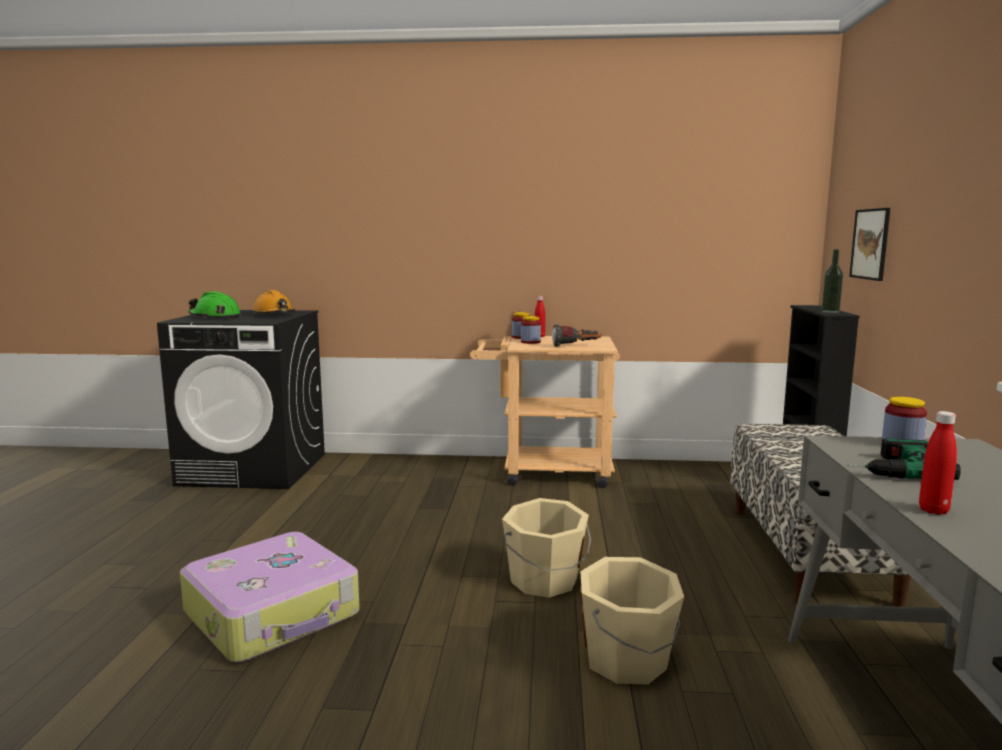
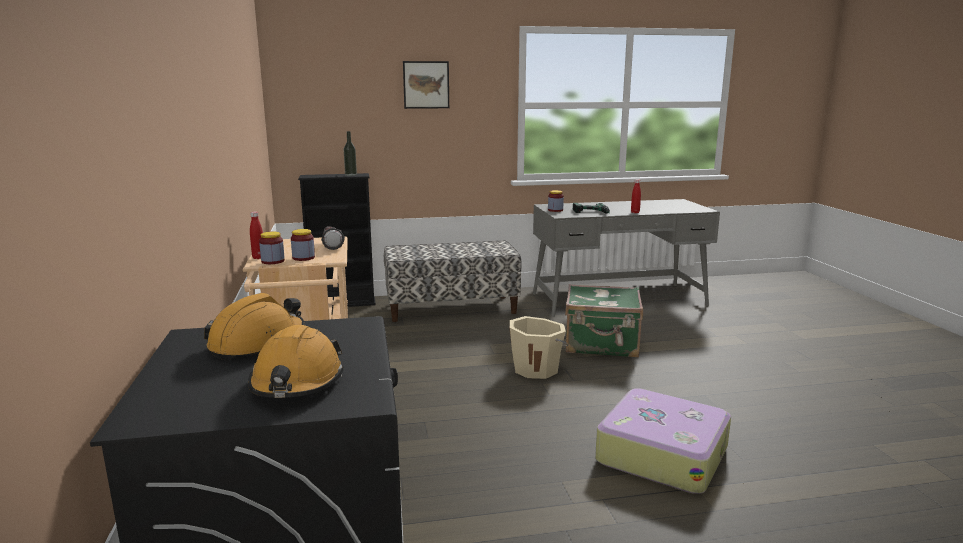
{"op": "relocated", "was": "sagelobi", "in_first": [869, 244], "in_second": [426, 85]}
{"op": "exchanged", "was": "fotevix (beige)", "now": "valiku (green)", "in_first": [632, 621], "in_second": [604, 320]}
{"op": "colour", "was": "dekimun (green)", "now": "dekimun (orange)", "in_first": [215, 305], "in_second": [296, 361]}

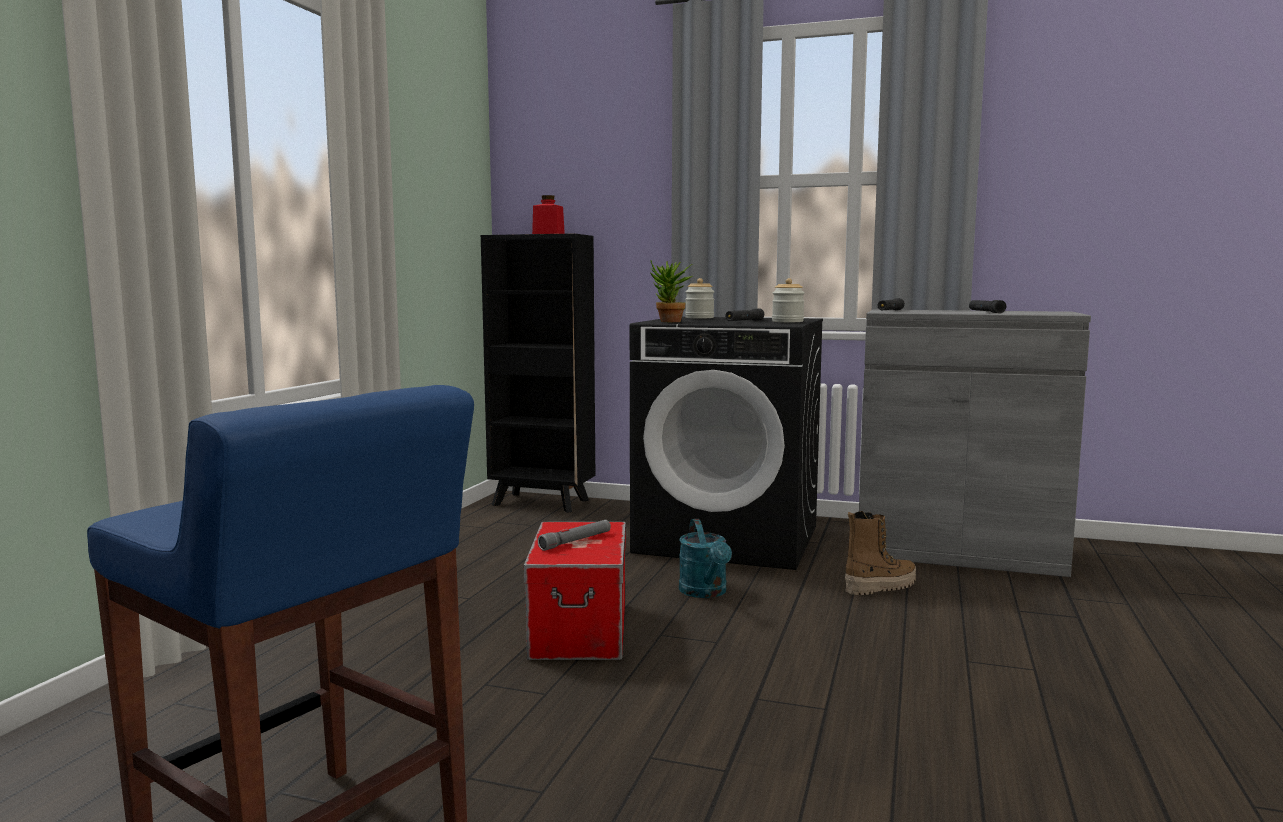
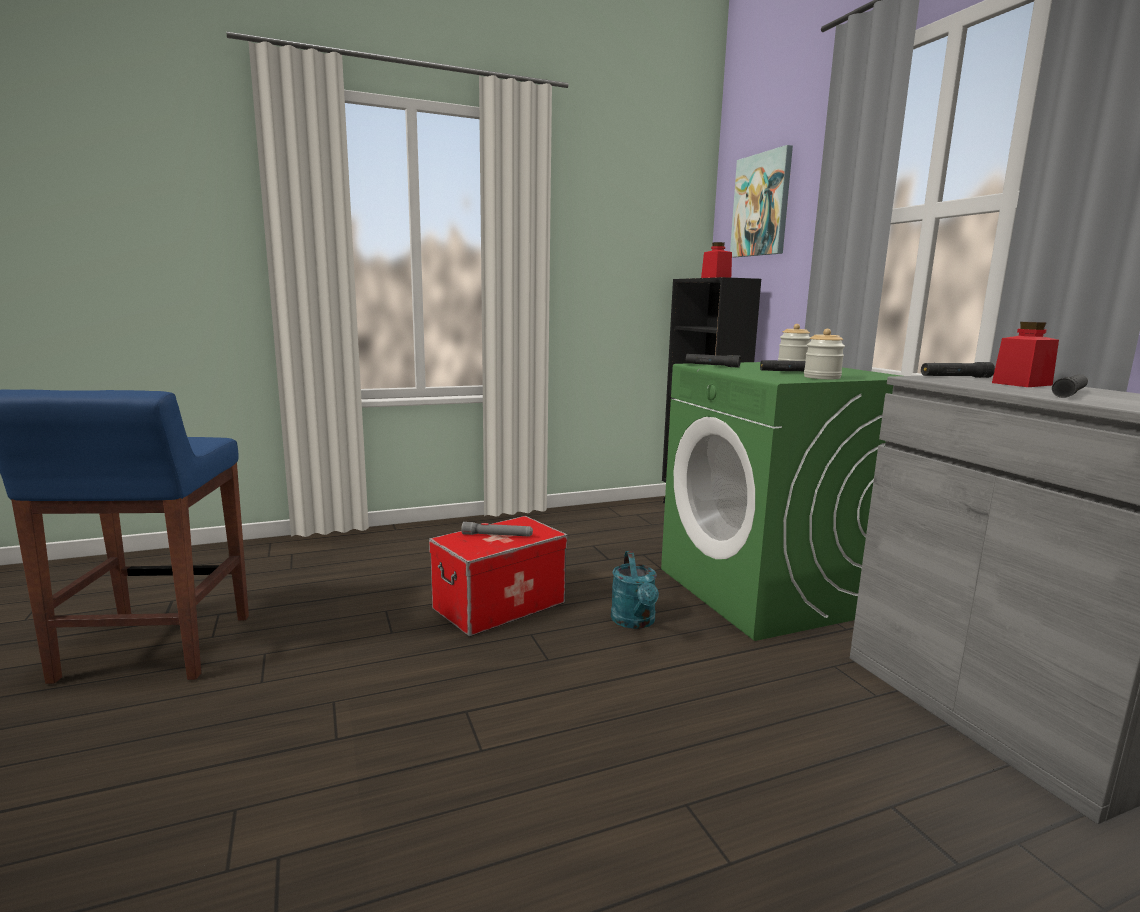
{"op": "missing", "was": "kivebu", "in_first": [880, 553]}
{"op": "appeared", "now": "sagelobi", "in_second": [761, 201]}
{"op": "appeared", "now": "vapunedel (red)", "in_second": [1025, 354]}
{"op": "exchanged", "was": "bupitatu", "now": "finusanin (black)", "in_first": [671, 291], "in_second": [713, 361]}
{"op": "colour", "was": "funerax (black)", "now": "funerax (green)", "in_first": [726, 443], "in_second": [781, 501]}
{"op": "spun", "was": "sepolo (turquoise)", "in_first": [705, 558], "in_second": [635, 590], "clockwise": -45}

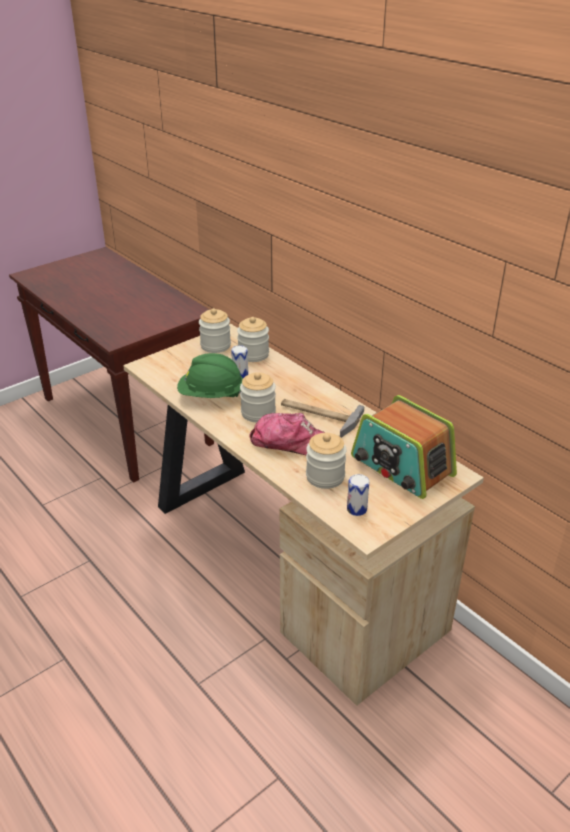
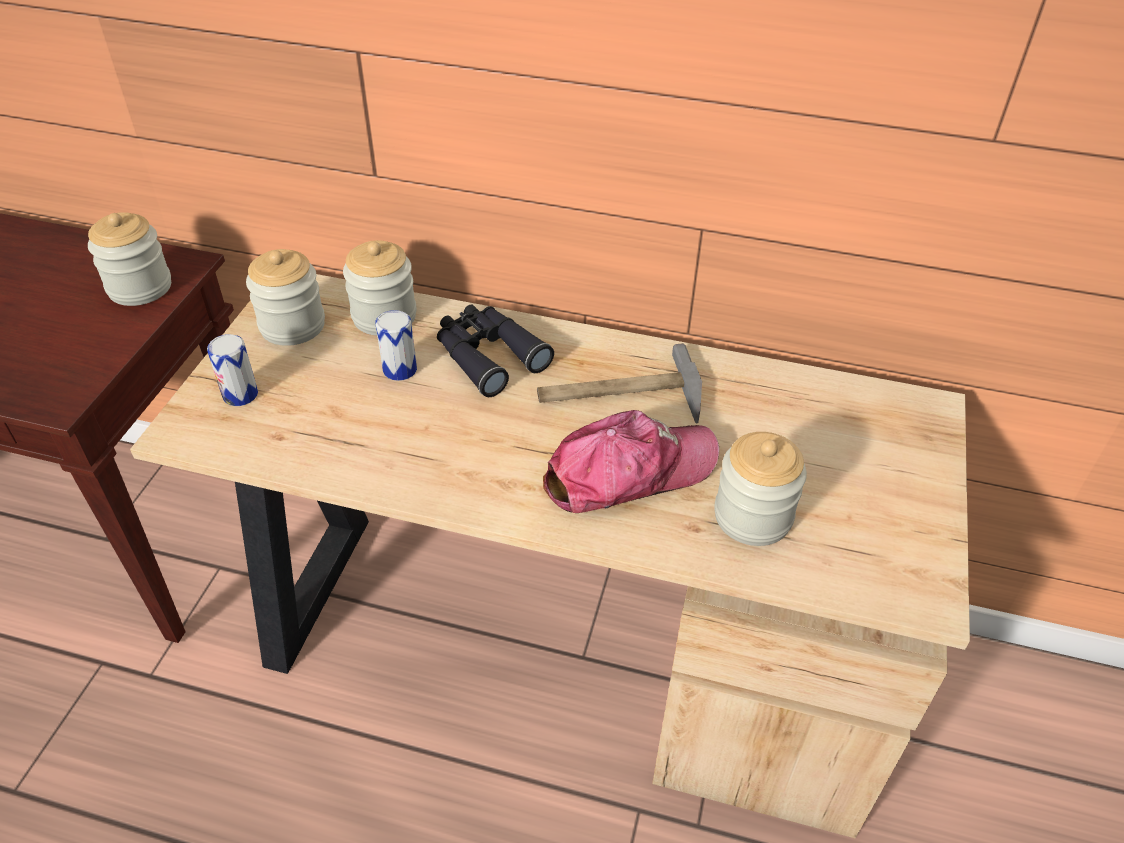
{"op": "missing", "was": "dekimun (green)", "in_first": [210, 375]}
{"op": "missing", "was": "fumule", "in_first": [404, 447]}
{"op": "appeared", "now": "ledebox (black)", "in_second": [495, 351]}
{"op": "relocated", "was": "vapunedel", "in_first": [258, 397], "in_second": [129, 259]}
{"op": "relocated", "was": "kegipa", "in_first": [358, 495], "in_second": [232, 370]}

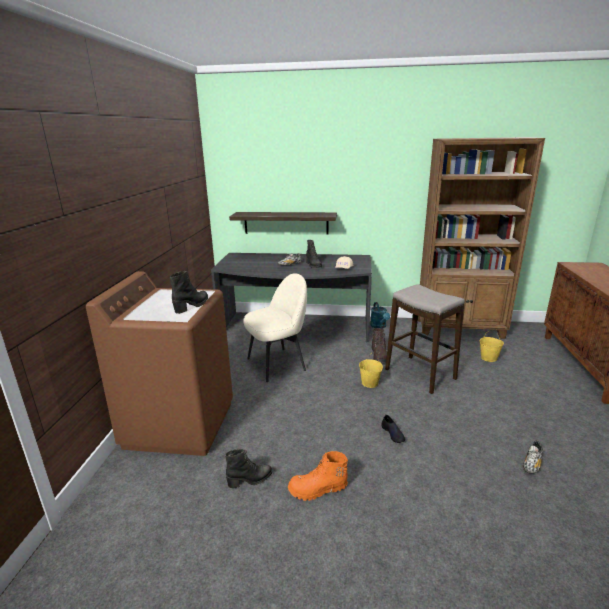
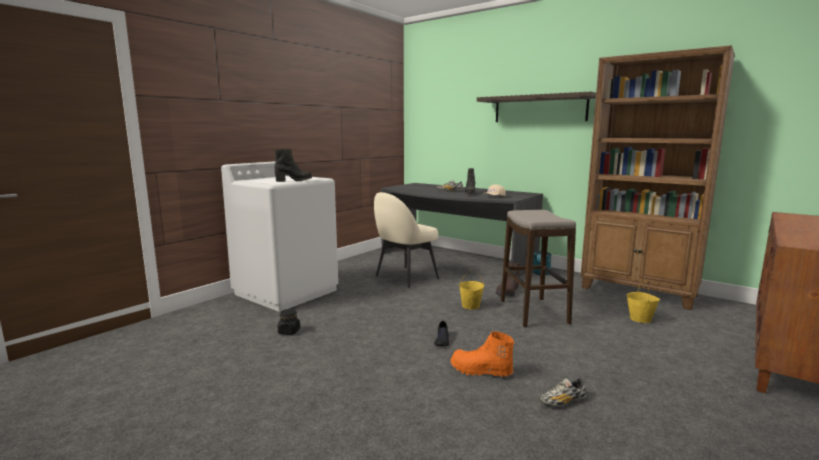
{"op": "relocated", "was": "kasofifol", "in_first": [283, 223], "in_second": [536, 107]}
{"op": "relocated", "was": "kivebu (orange)", "in_first": [318, 476], "in_second": [482, 354]}
{"op": "exchanged", "was": "kivebu (black)", "now": "vapunedel (black)", "in_first": [248, 468], "in_second": [289, 321]}
{"op": "colour", "was": "funerax (brown)", "now": "funerax (white)", "in_first": [159, 363], "in_second": [279, 236]}
{"op": "spun", "was": "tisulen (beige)", "in_first": [275, 327], "in_second": [406, 240], "clockwise": 135}

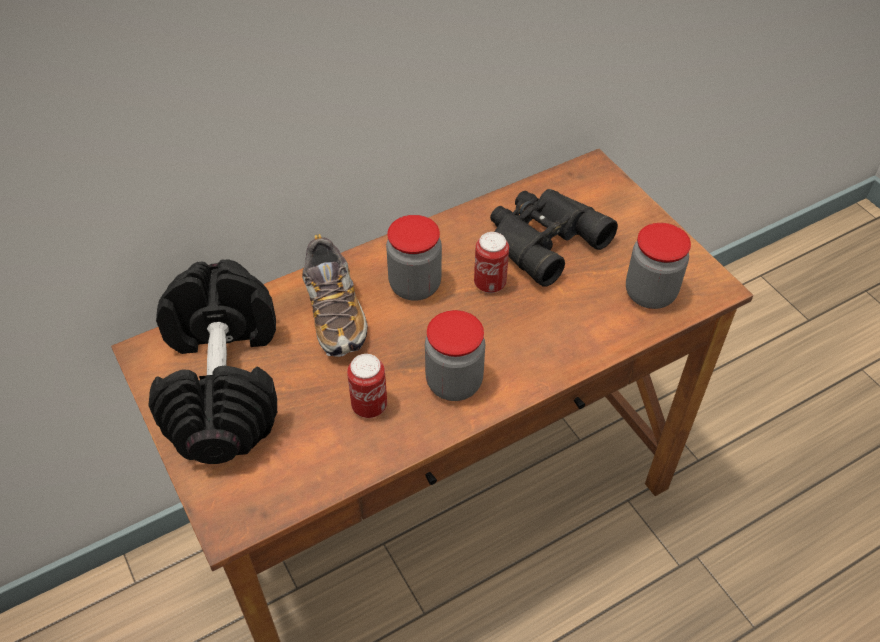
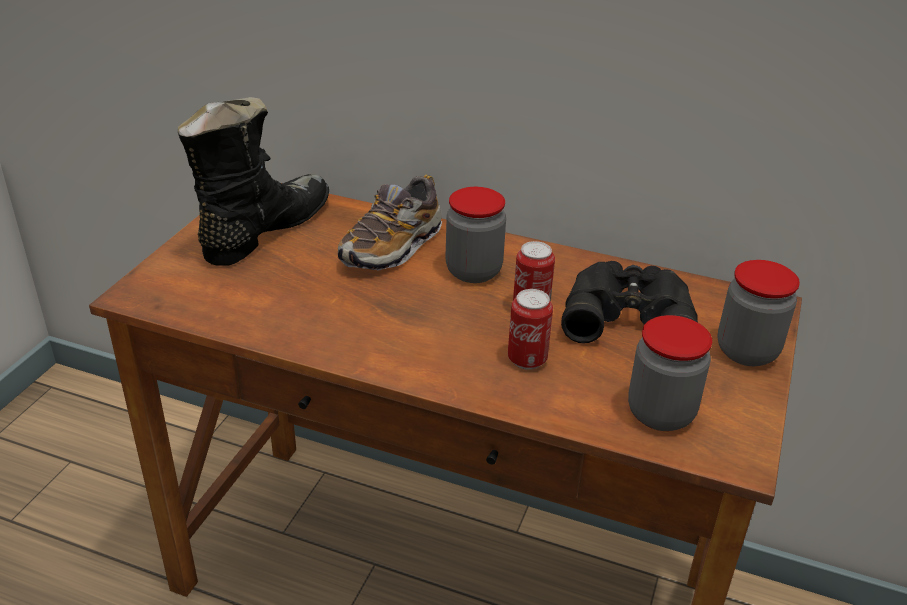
{"op": "relocated", "was": "kegipa", "in_first": [367, 386], "in_second": [530, 329]}
{"op": "relocated", "was": "vapunedel", "in_first": [455, 355], "in_second": [759, 313]}
{"op": "exchanged", "was": "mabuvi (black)", "now": "kivebu (black)", "in_first": [212, 361], "in_second": [253, 181]}

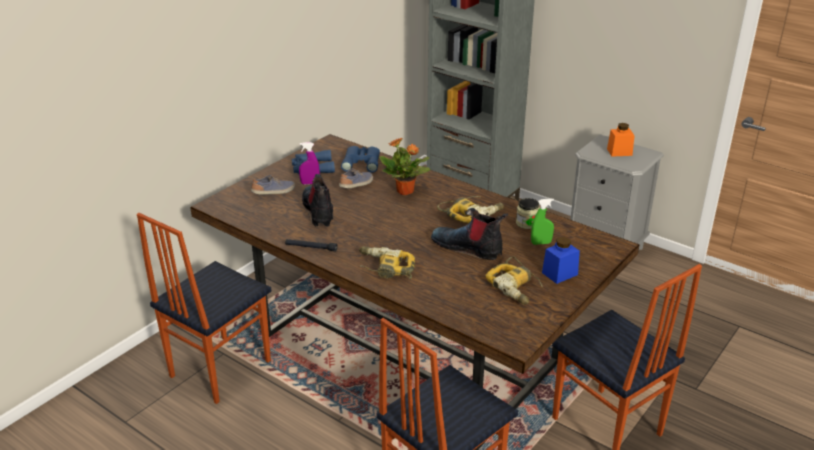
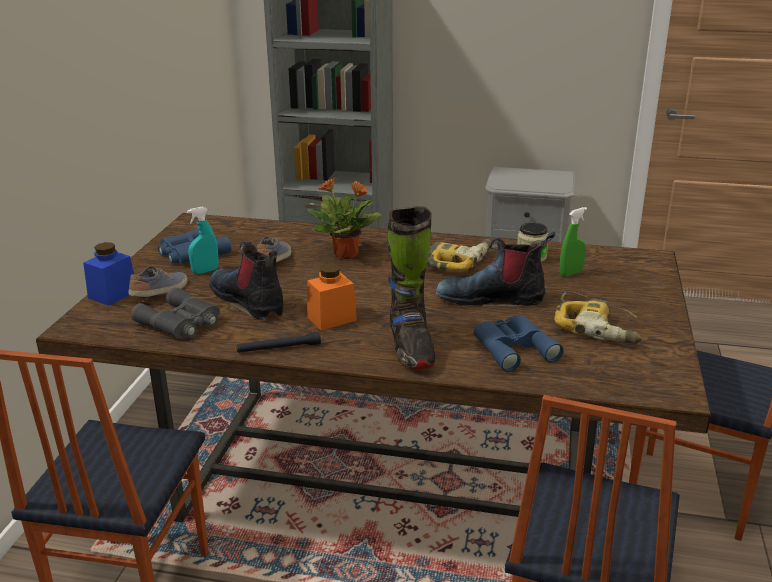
{"op": "appeared", "now": "ledebox (grey)", "in_second": [175, 312]}
{"op": "relocated", "was": "ledebox (blue)", "in_first": [360, 159], "in_second": [518, 343]}
{"op": "relocated", "was": "vapunedel (blue)", "in_first": [561, 260], "in_second": [108, 274]}
{"op": "relocated", "was": "vapunedel (orange)", "in_first": [621, 140], "in_second": [332, 297]}
{"op": "exchanged", "was": "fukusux", "now": "kivebu (black)", "in_first": [387, 262], "in_second": [411, 287]}
{"op": "colour", "was": "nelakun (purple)", "now": "nelakun (turquoise)", "in_first": [309, 163], "in_second": [203, 240]}

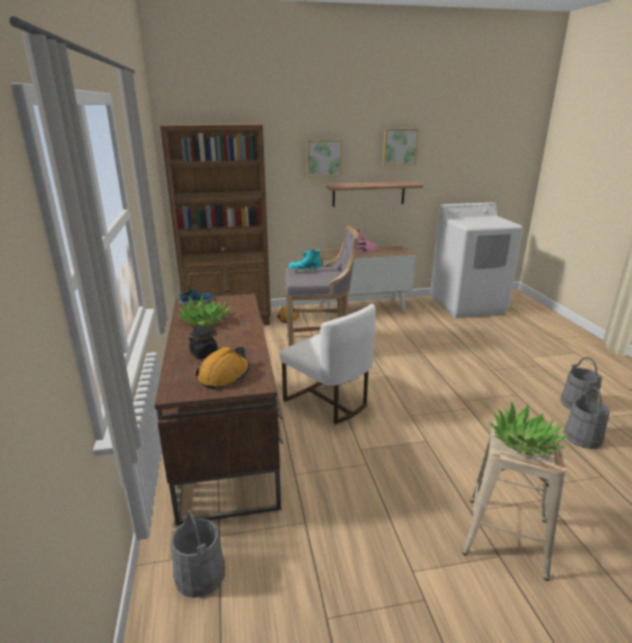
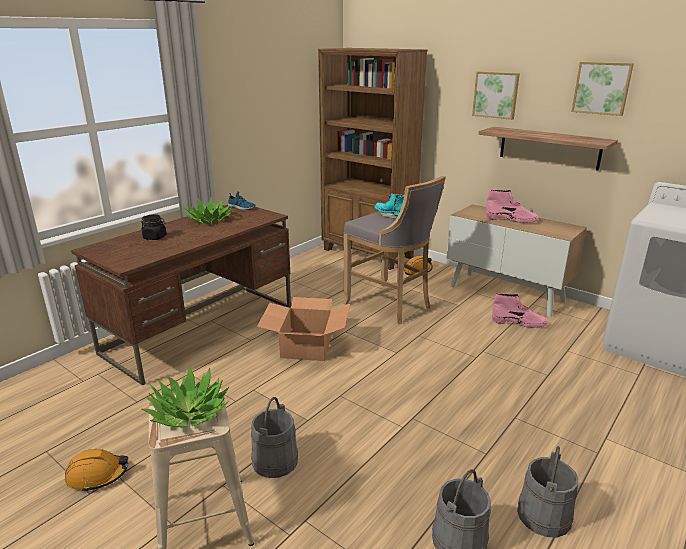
{"op": "appeared", "now": "kivebu (pink)", "in_second": [520, 310]}
{"op": "relocated", "was": "fotevix (grey)", "in_first": [198, 554], "in_second": [274, 437]}
{"op": "relocated", "was": "dekimun (orange)", "in_first": [223, 368], "in_second": [96, 470]}
{"op": "exchanged", "was": "tisulen (white)", "now": "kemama", "in_first": [328, 364], "in_second": [303, 329]}

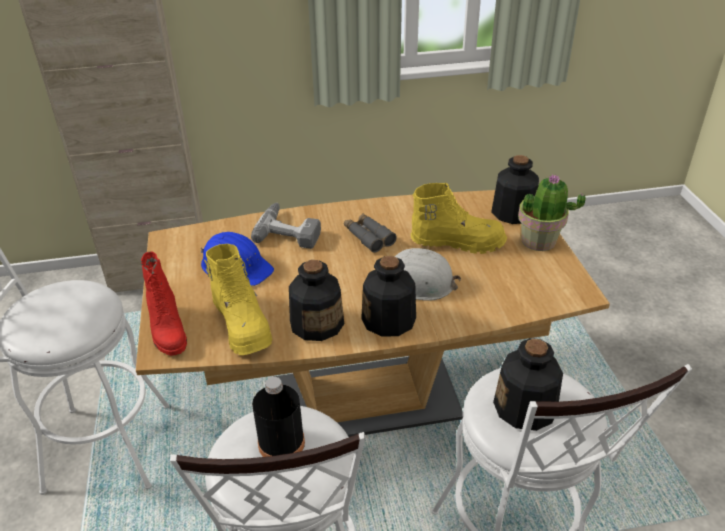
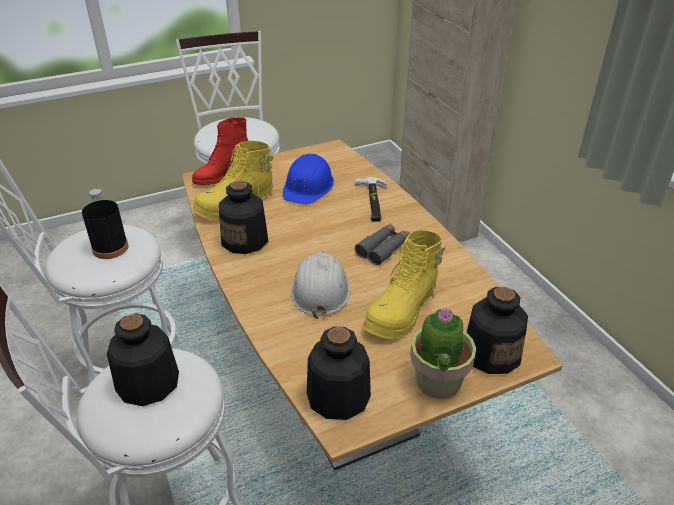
{"op": "relocated", "was": "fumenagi", "in_first": [388, 296], "in_second": [339, 373]}
{"op": "exchanged", "was": "fukusux", "now": "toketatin", "in_first": [286, 226], "in_second": [371, 199]}
{"op": "spun", "was": "kivebu (yellow)", "in_first": [459, 218], "in_second": [404, 284], "clockwise": 45}

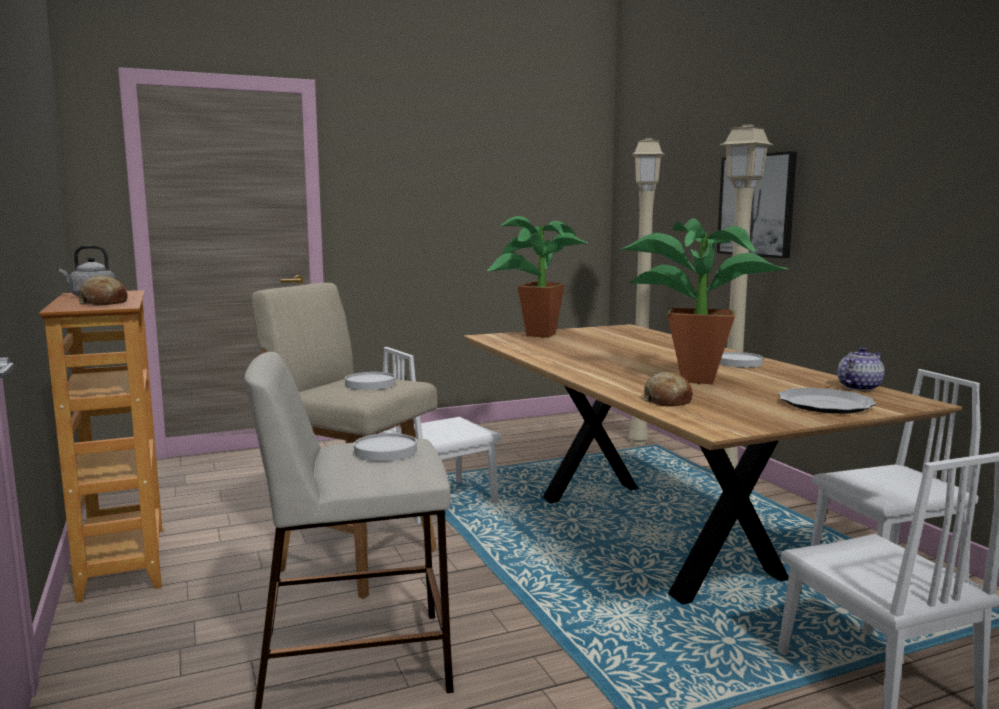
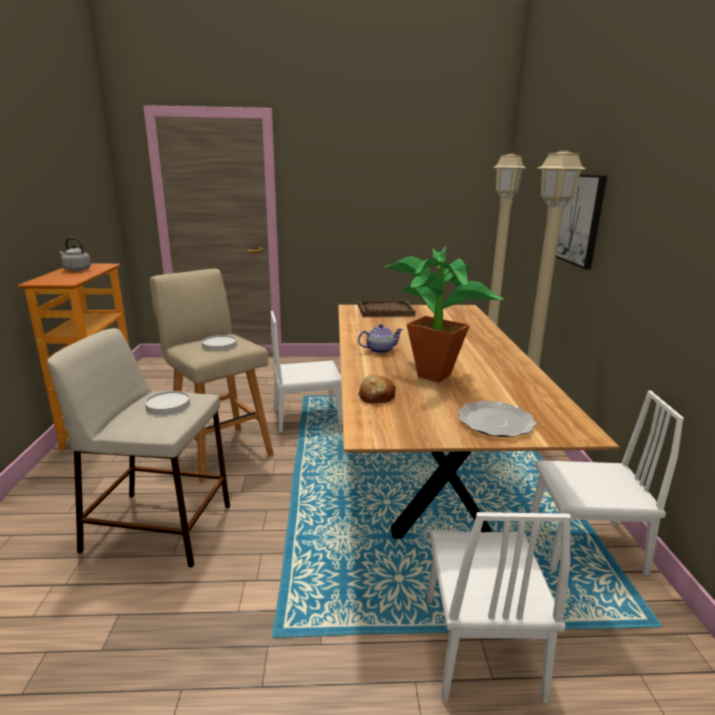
{"op": "missing", "was": "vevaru", "in_first": [103, 290]}
{"op": "missing", "was": "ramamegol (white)", "in_first": [741, 360]}
{"op": "relocated", "was": "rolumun", "in_first": [861, 369], "in_second": [380, 339]}
{"op": "exchanged", "was": "bupitatu", "now": "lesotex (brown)", "in_first": [538, 277], "in_second": [386, 308]}

